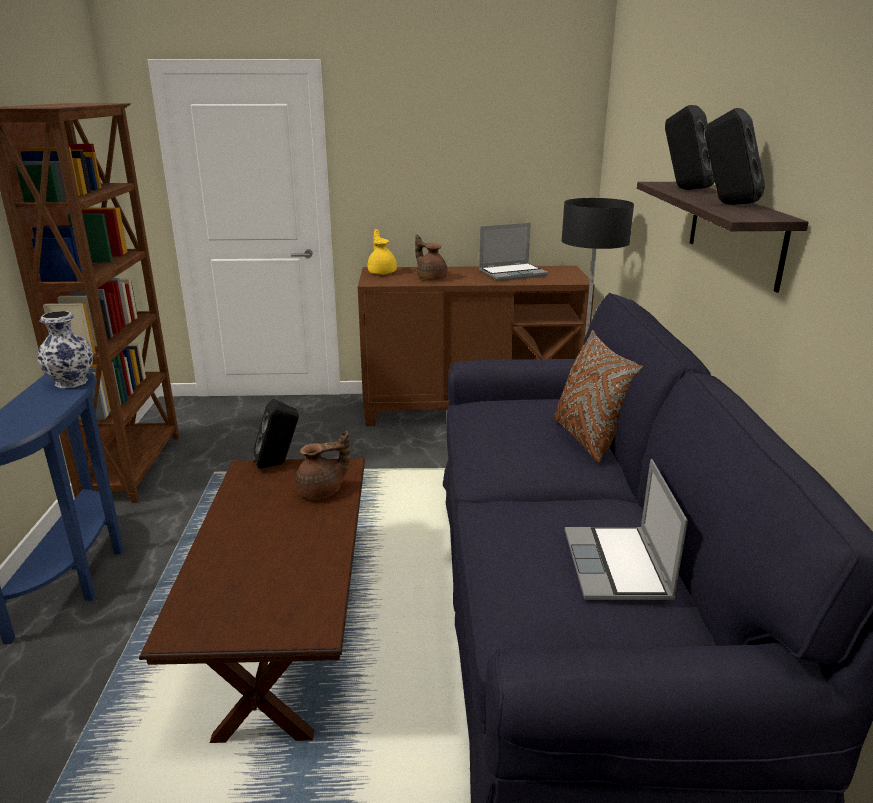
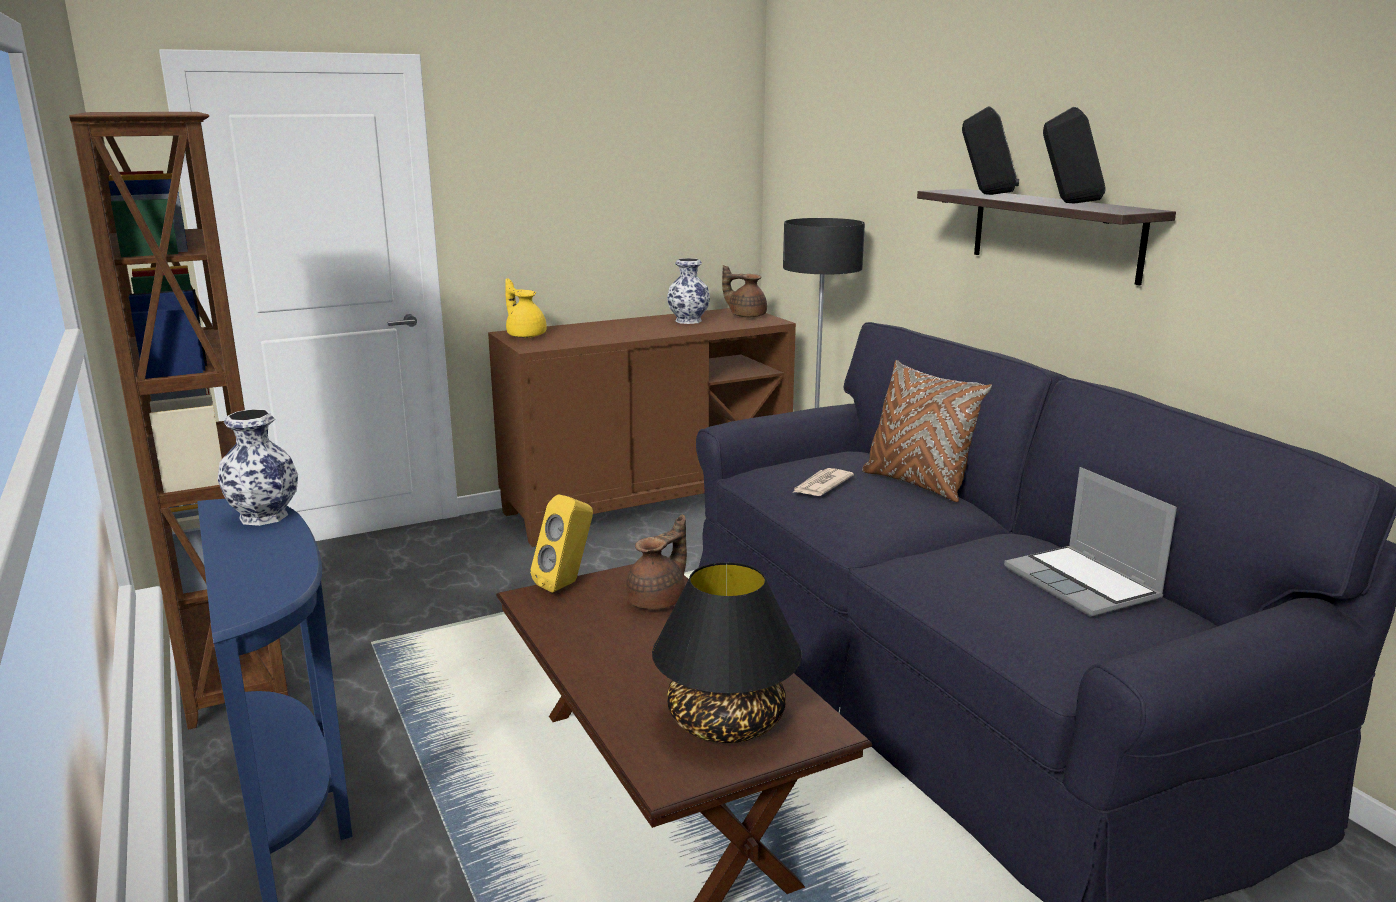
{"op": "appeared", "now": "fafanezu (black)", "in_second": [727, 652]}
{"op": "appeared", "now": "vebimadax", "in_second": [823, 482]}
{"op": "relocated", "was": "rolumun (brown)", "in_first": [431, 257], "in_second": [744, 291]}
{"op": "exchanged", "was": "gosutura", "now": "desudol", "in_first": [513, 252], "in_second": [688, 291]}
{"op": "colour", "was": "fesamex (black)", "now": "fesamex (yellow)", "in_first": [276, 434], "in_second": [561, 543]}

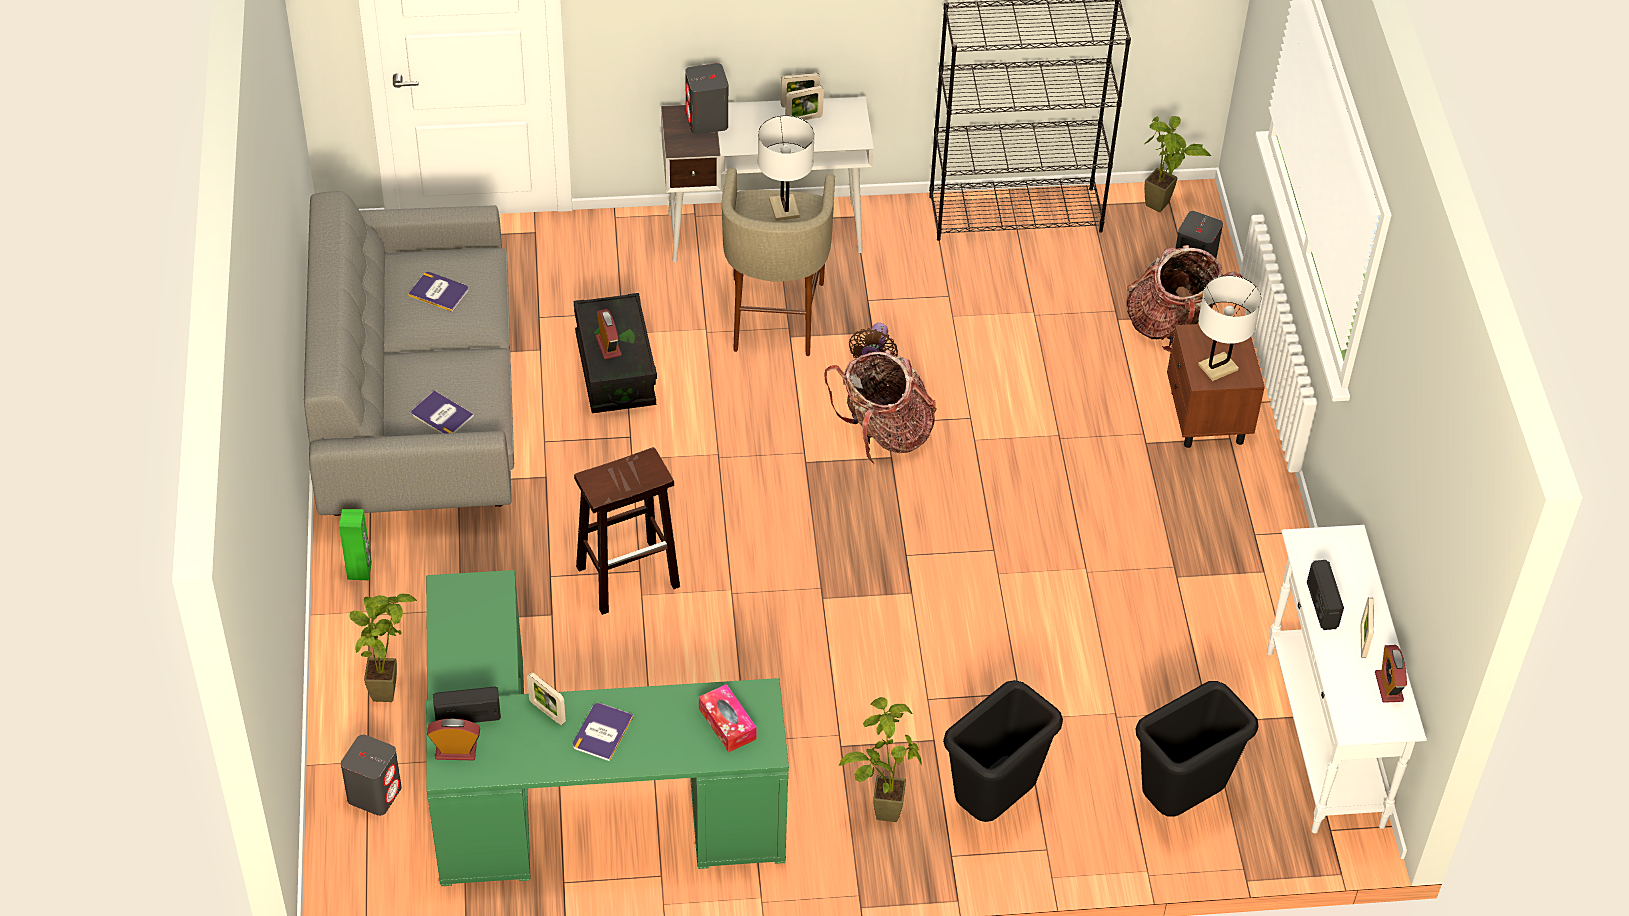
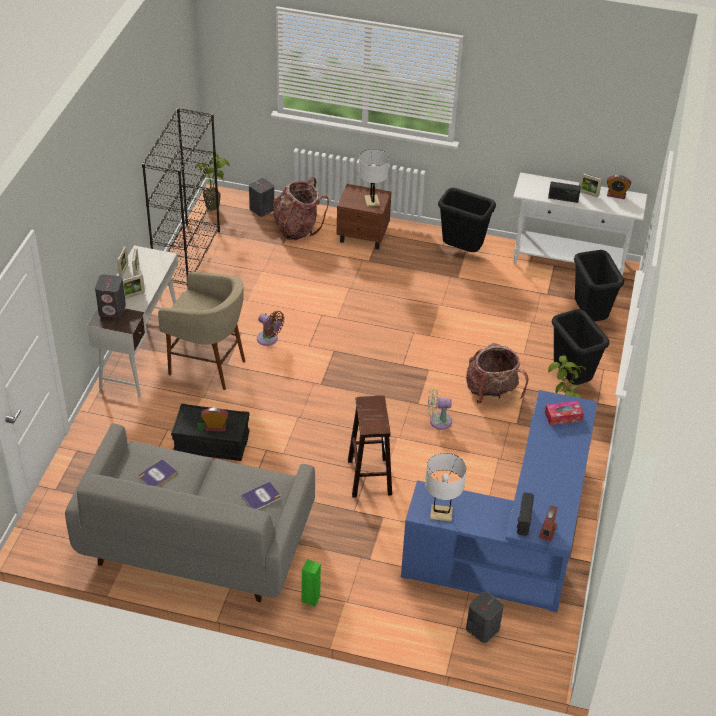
{"op": "missing", "was": "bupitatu", "in_first": [383, 648]}
{"op": "missing", "was": "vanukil", "in_first": [603, 732]}
{"op": "appeared", "now": "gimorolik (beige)", "in_second": [440, 409]}
{"op": "appeared", "now": "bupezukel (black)", "in_second": [467, 220]}
{"op": "relocated", "was": "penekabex", "in_first": [546, 698], "in_second": [134, 286]}
{"op": "relocated", "was": "fafanezu (white)", "in_first": [786, 168], "in_second": [445, 487]}
{"op": "relocated", "was": "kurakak", "in_first": [880, 407], "in_second": [497, 373]}
{"op": "colour", "was": "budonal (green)", "now": "budonal (blue)", "in_first": [607, 728], "in_second": [499, 501]}

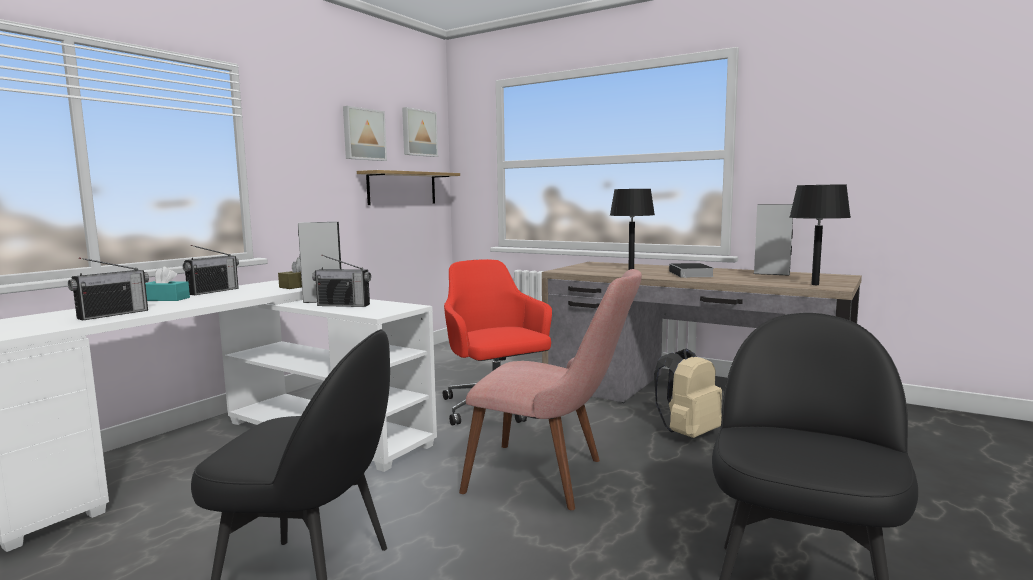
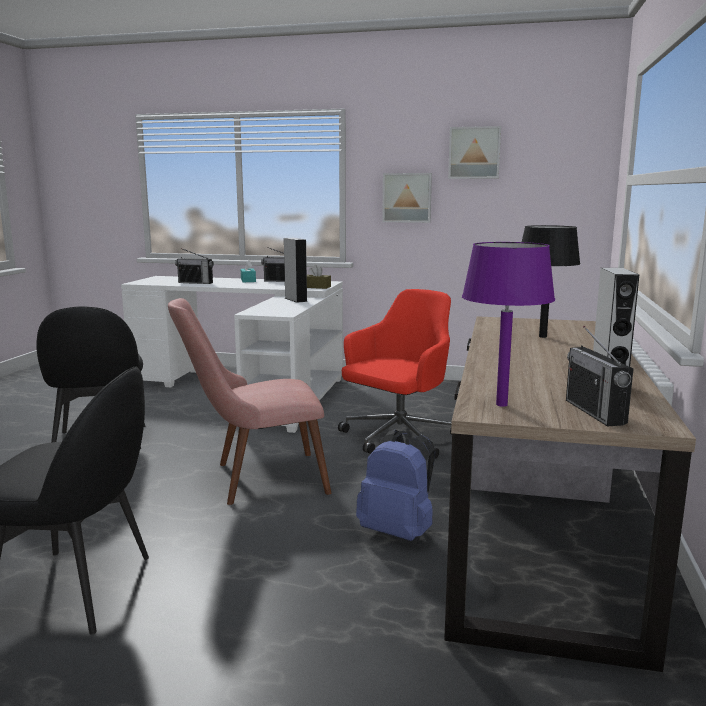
{"op": "missing", "was": "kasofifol", "in_first": [408, 187]}
{"op": "missing", "was": "vanukil", "in_first": [691, 270]}
{"op": "relocated", "was": "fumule", "in_first": [341, 280], "in_second": [599, 376]}
{"op": "relocated", "was": "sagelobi", "in_first": [420, 132], "in_second": [407, 198]}
{"op": "colour", "was": "kurakak (beige)", "now": "kurakak (blue)", "in_first": [688, 393], "in_second": [396, 485]}
{"op": "colour", "was": "fafanezu (black)", "now": "fafanezu (purple)", "in_first": [820, 234], "in_second": [508, 324]}
{"op": "spun", "was": "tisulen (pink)", "in_first": [550, 389], "in_second": [249, 401], "clockwise": 75}

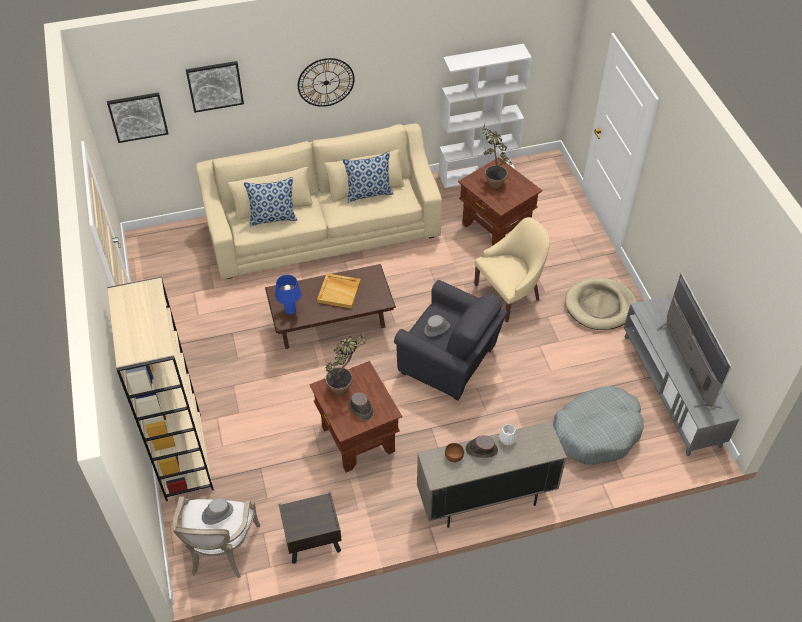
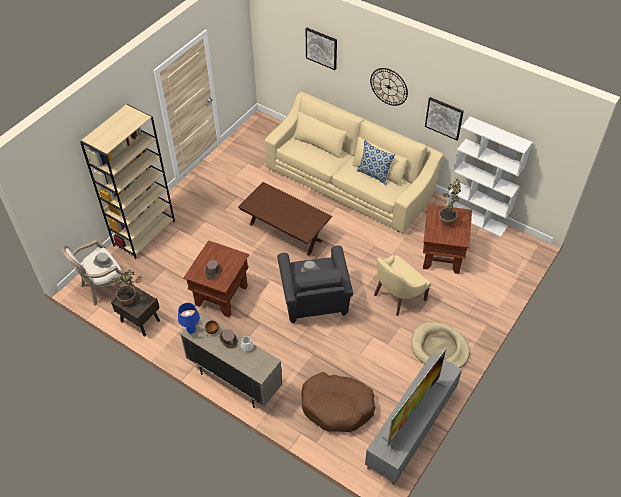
{"op": "missing", "was": "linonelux", "in_first": [271, 201]}
{"op": "missing", "was": "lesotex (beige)", "in_first": [339, 291]}
{"op": "relocated", "was": "sagelobi", "in_first": [137, 118], "in_second": [444, 118]}
{"op": "relocated", "was": "fafanezu (blue)", "in_first": [288, 294], "in_second": [189, 318]}
{"op": "relocated", "was": "bupitatu", "in_first": [346, 364], "in_second": [126, 287]}
{"op": "colour", "was": "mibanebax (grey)", "now": "mibanebax (brown)", "in_first": [598, 425], "in_second": [338, 402]}
{"op": "spun", "was": "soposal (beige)", "in_first": [512, 269], "in_second": [402, 285], "clockwise": 120}

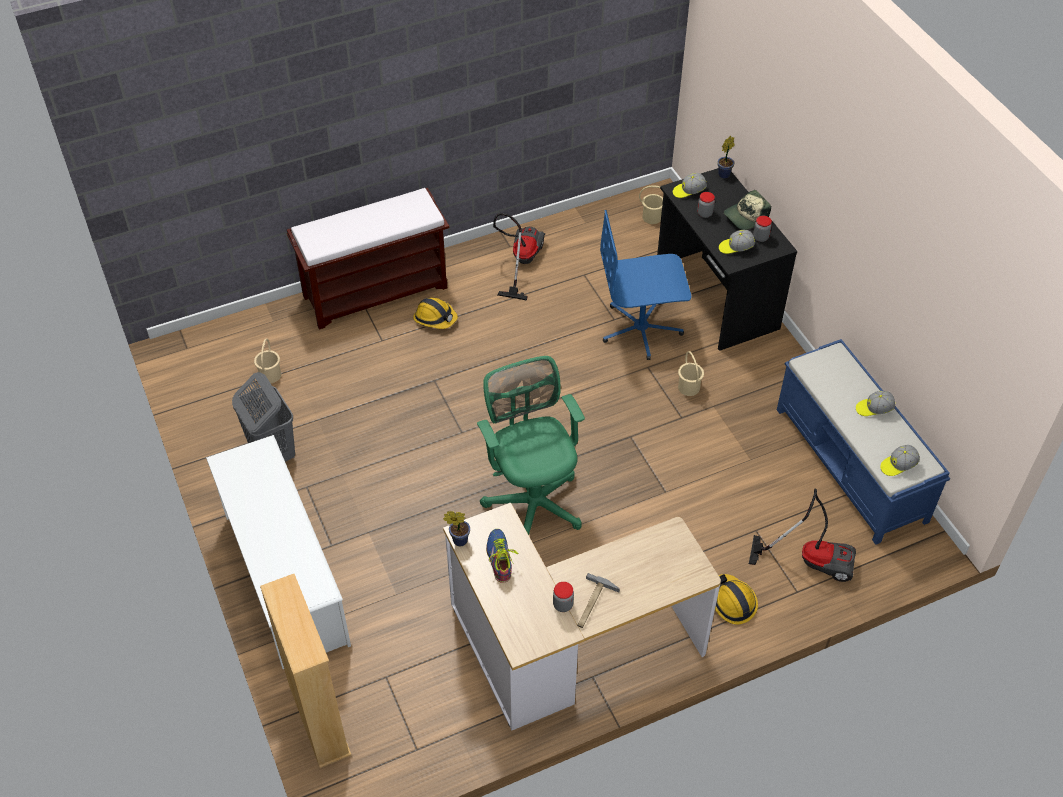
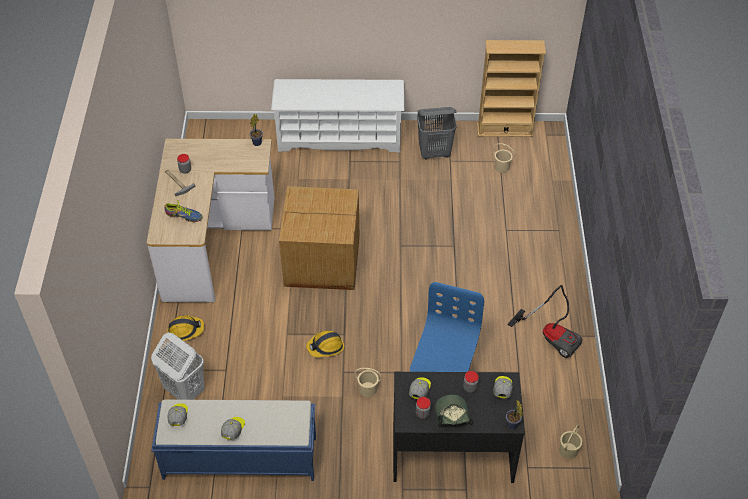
{"op": "missing", "was": "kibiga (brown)", "in_first": [368, 259]}
{"op": "relocated", "was": "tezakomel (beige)", "in_first": [305, 671], "in_second": [511, 88]}
{"op": "relocated", "was": "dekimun", "in_first": [435, 313], "in_second": [325, 344]}
{"op": "relocated", "was": "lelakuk", "in_first": [502, 556], "in_second": [183, 211]}
{"op": "exchanged", "was": "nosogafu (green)", "now": "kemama", "in_first": [531, 445], "in_second": [319, 238]}
{"op": "exchanged", "was": "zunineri", "now": "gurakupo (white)", "in_first": [802, 535], "in_second": [178, 366]}

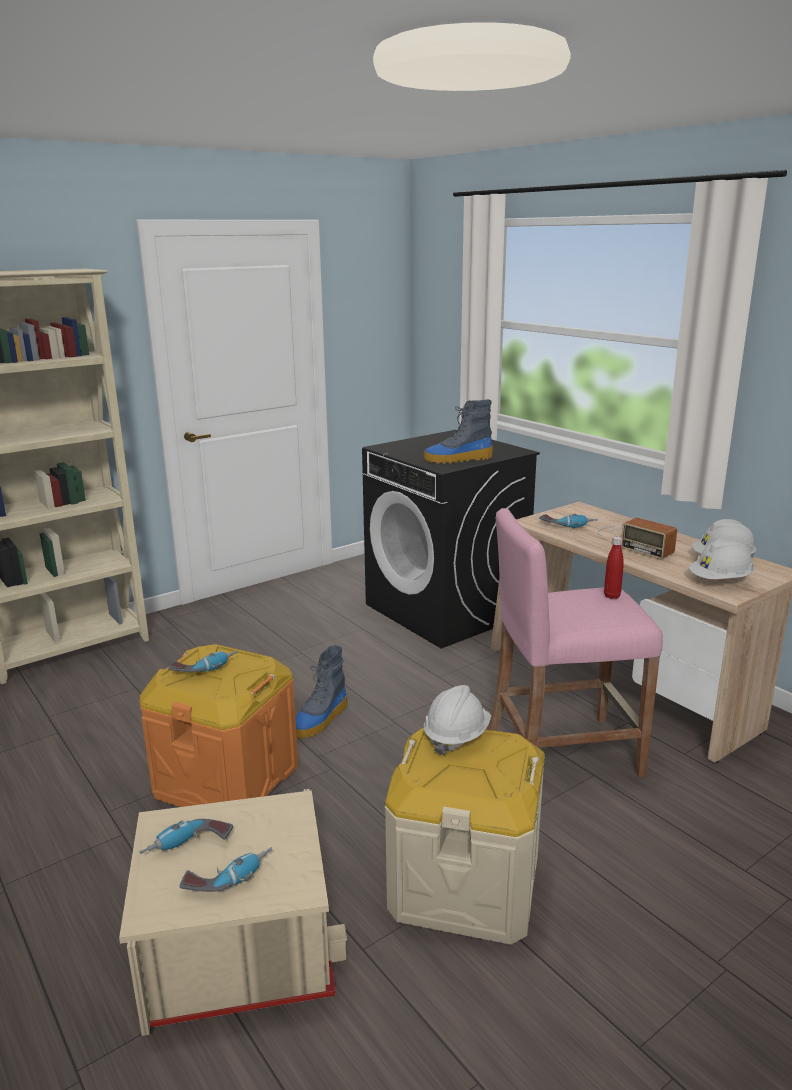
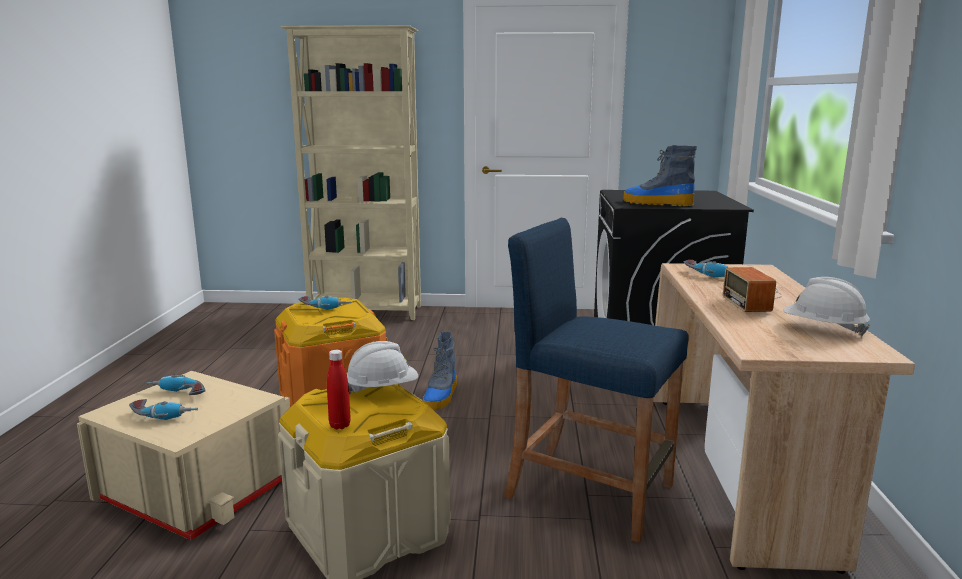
{"op": "missing", "was": "dekimun (white)", "in_first": [721, 558]}
{"op": "relocated", "was": "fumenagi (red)", "in_first": [614, 568], "in_second": [339, 389]}
{"op": "colour", "was": "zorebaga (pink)", "now": "zorebaga (blue)", "in_first": [575, 642], "in_second": [596, 380]}
{"op": "spun", "was": "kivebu", "in_first": [321, 692], "in_second": [440, 371], "clockwise": -60}

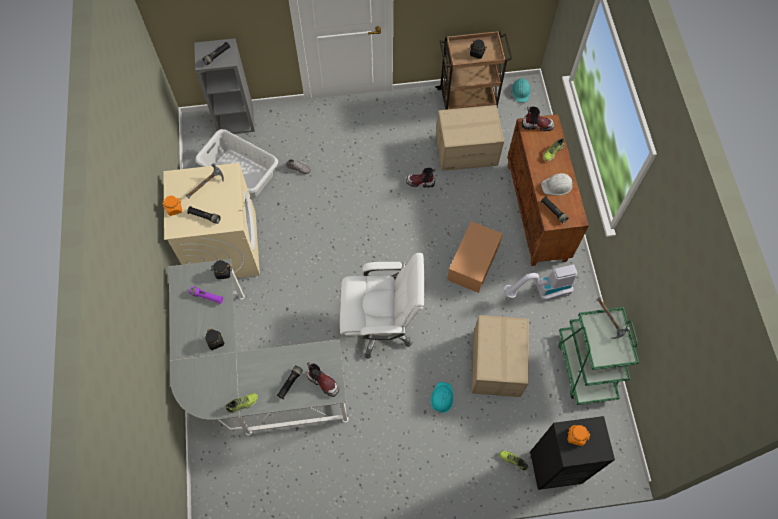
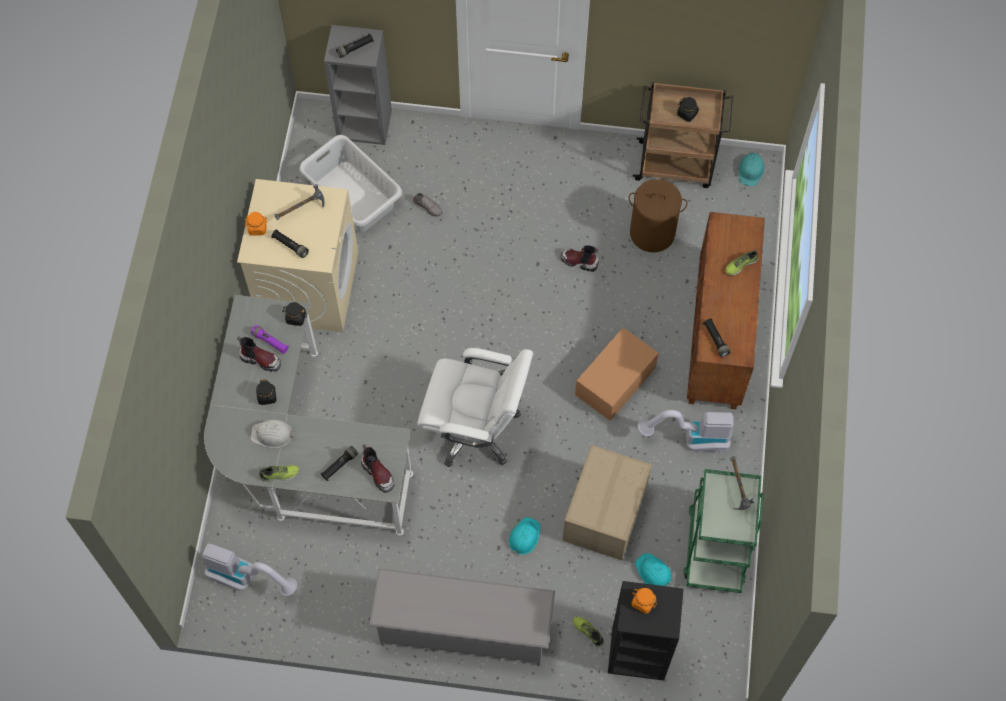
{"op": "appeared", "now": "zunineri", "in_second": [249, 569]}
{"op": "appeared", "now": "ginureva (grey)", "in_second": [462, 617]}
{"op": "appeared", "now": "dekimun (turquoise)", "in_second": [653, 569]}
{"op": "relocated", "was": "kivebu", "in_first": [538, 118], "in_second": [259, 354]}
{"op": "relocated", "was": "dekimun (white)", "in_first": [557, 184], "in_second": [273, 434]}
{"op": "exchanged", "was": "kemama", "now": "gurakupo (brown)", "in_first": [470, 138], "in_second": [658, 215]}

